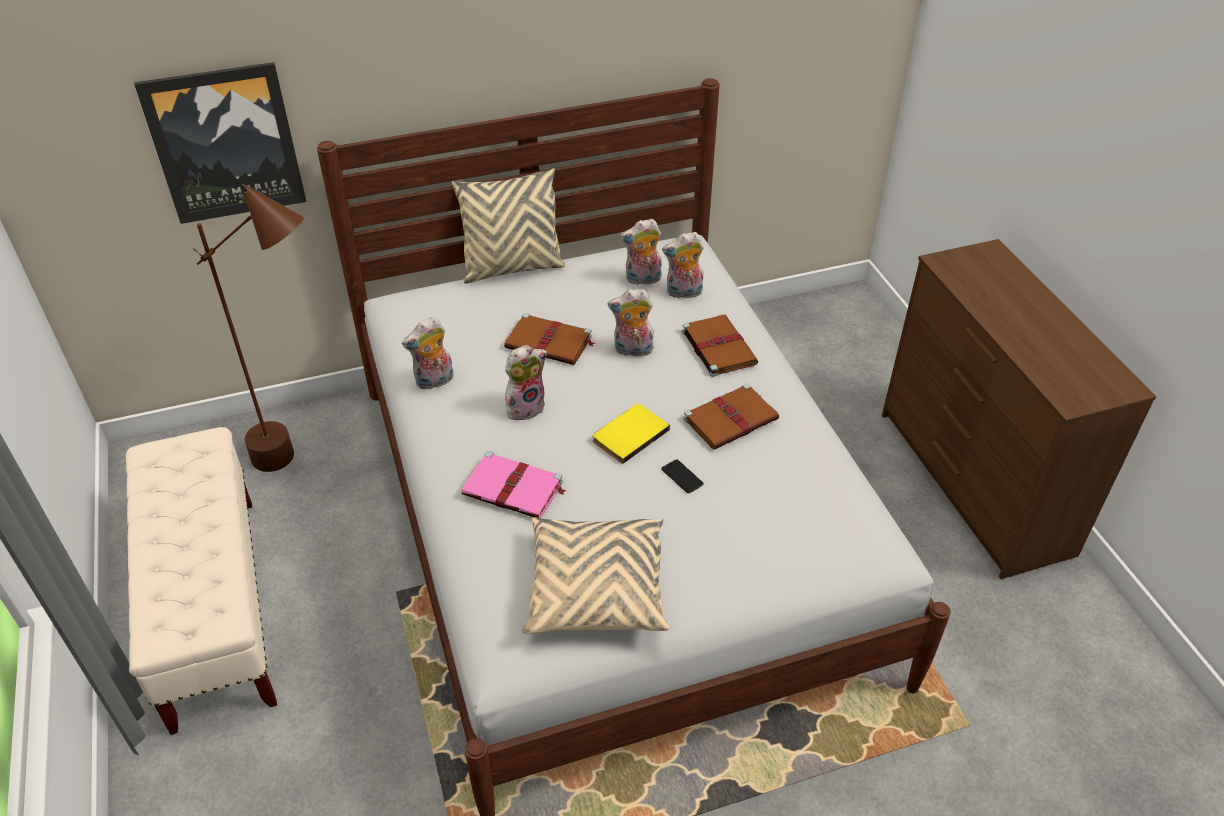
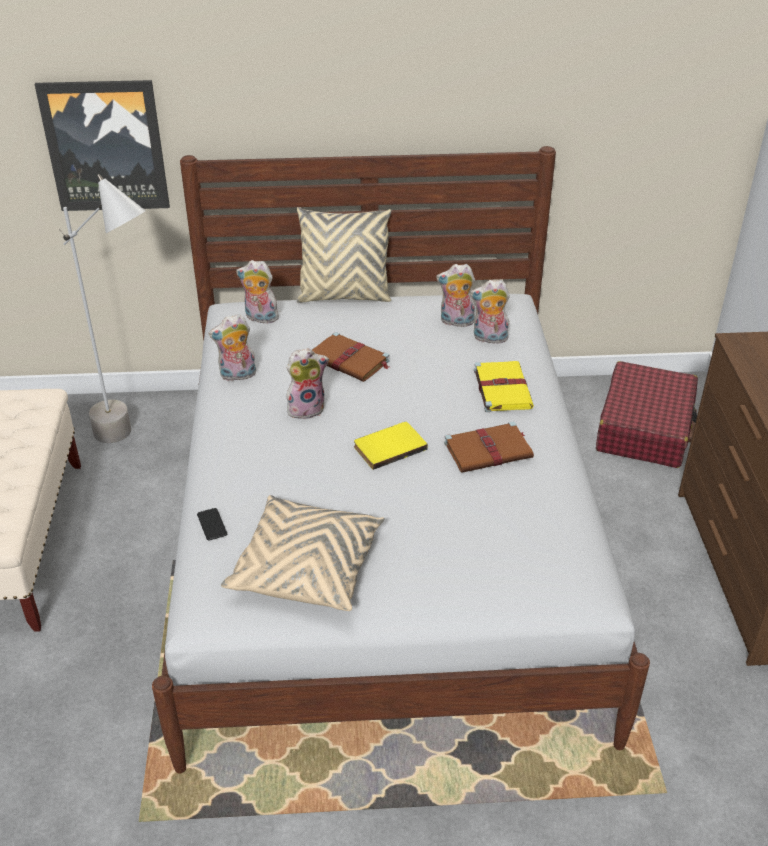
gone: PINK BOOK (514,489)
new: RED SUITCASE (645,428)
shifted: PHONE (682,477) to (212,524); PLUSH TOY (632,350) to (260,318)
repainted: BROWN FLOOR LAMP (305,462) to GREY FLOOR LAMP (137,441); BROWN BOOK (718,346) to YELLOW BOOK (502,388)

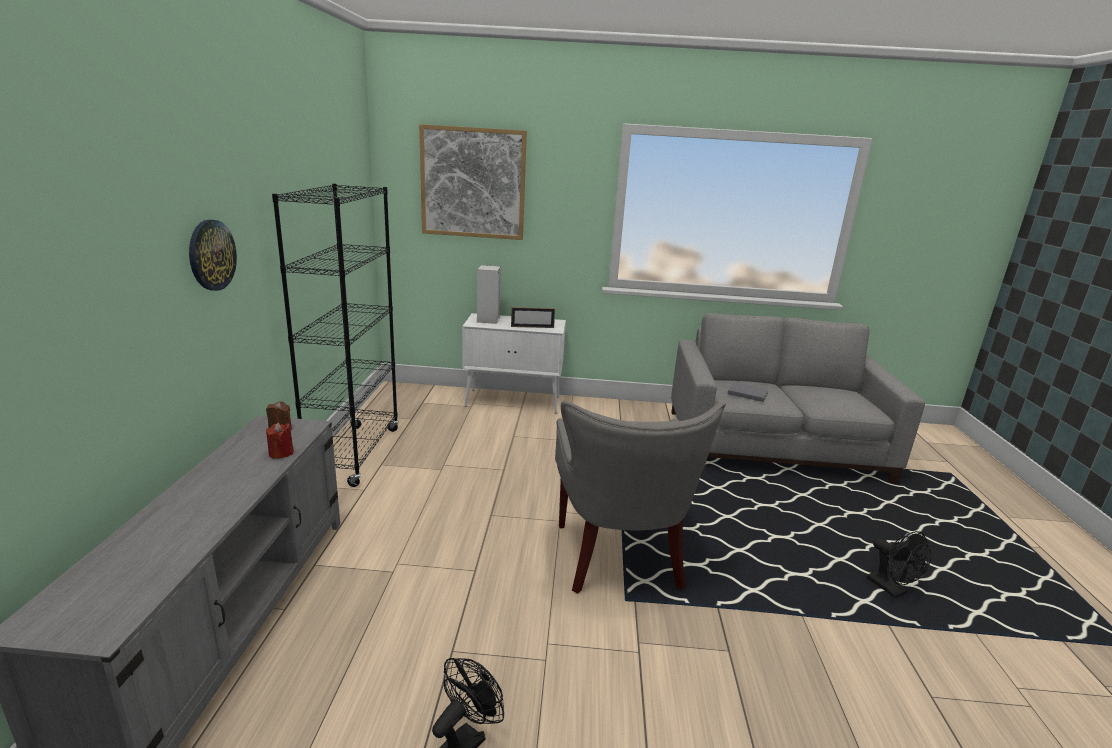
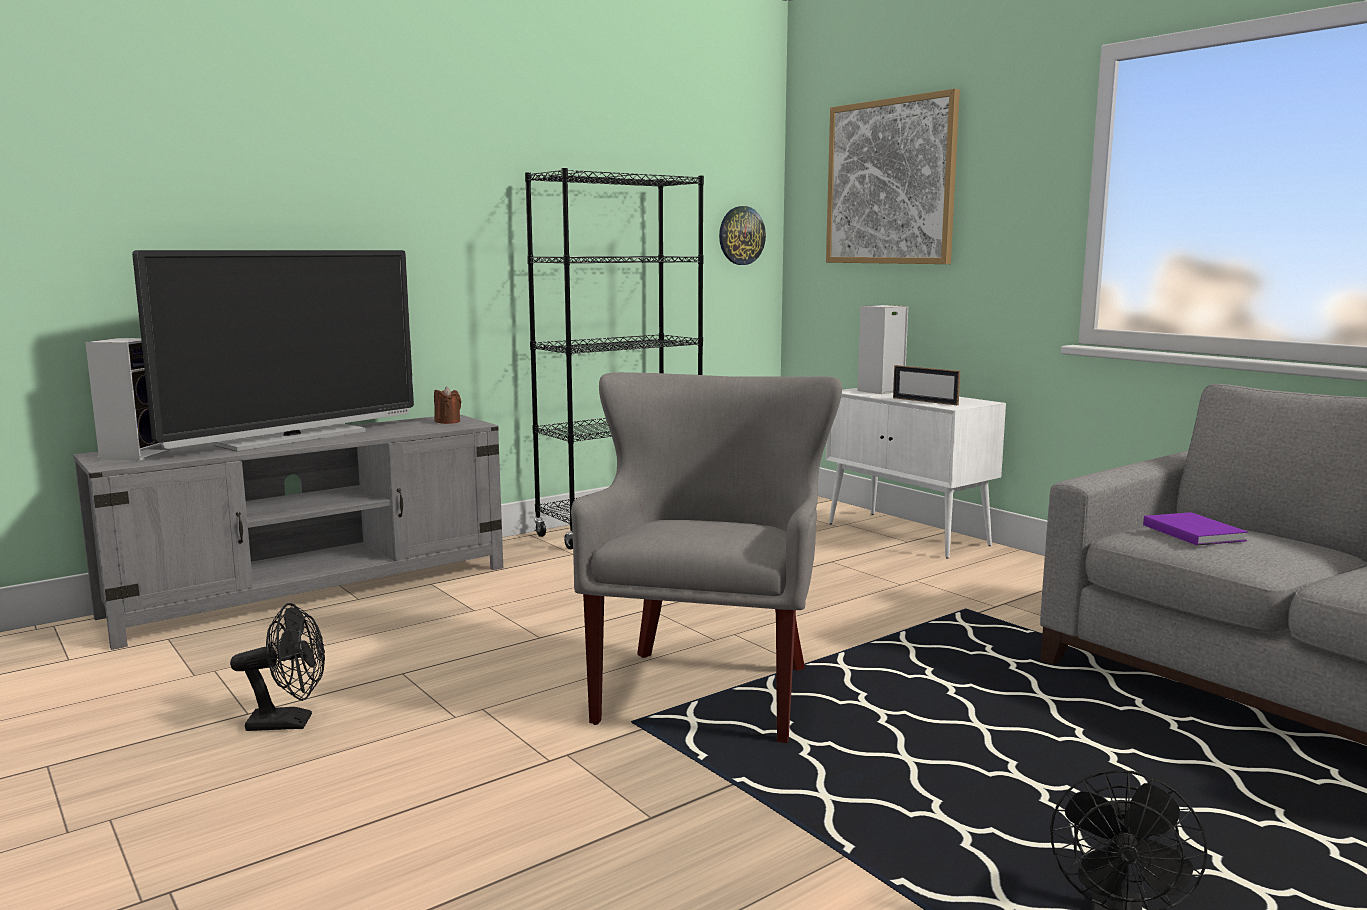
gone: RED CANDLE (281,453)
new: SPEAKER (135,454); TELEVISION (293,438)
shifted: WALL CLOCK (211,255) to (741,235)
repainted: GREY BOOK (746,393) to PURPLE BOOK (1192,532)
rotated: GREY ARMCHAIR (618,558) = (708,692) 150 degrees clockwise

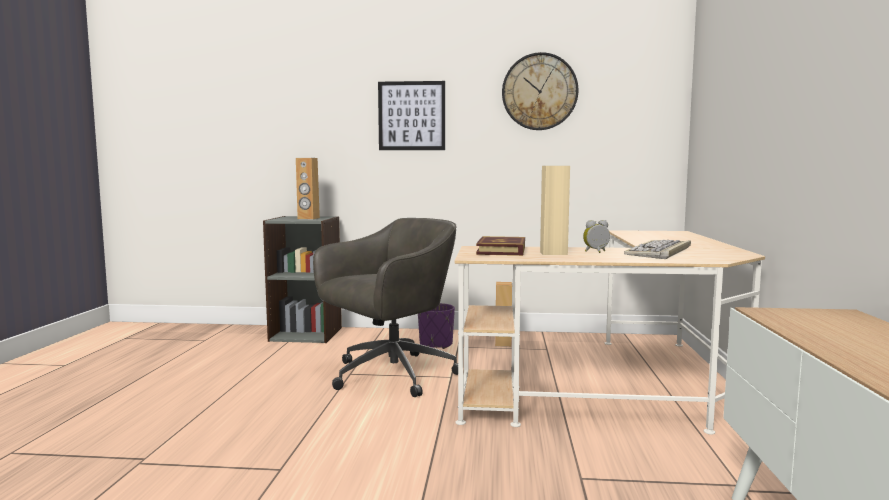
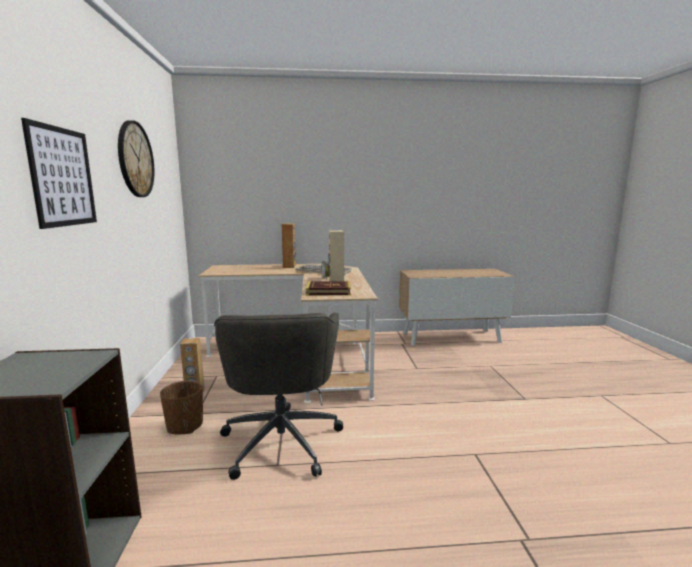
shifted: BROWN SPEAKER (308,218) to (289,266)
repainted: PURPLE PLANTER (436,344) to BROWN PLANTER (185,426)
rotated: GREY OFFICE CHAIR (390,375) = (282,439) 135 degrees counterclockwise

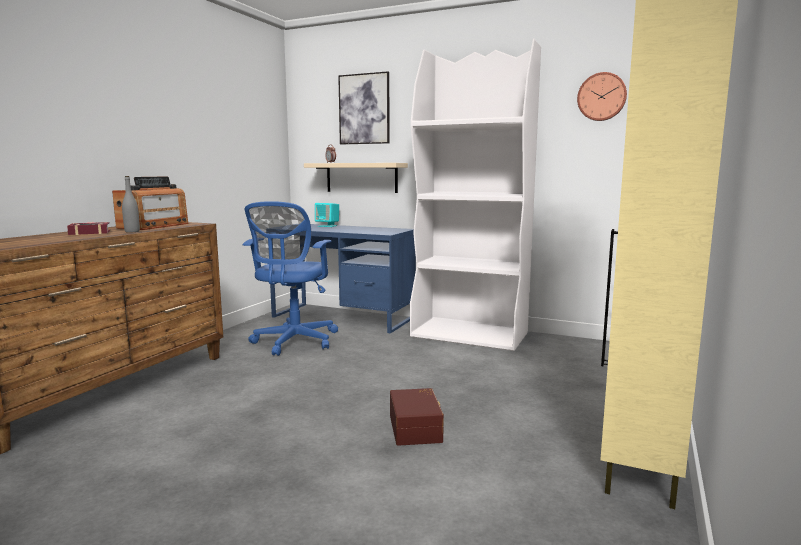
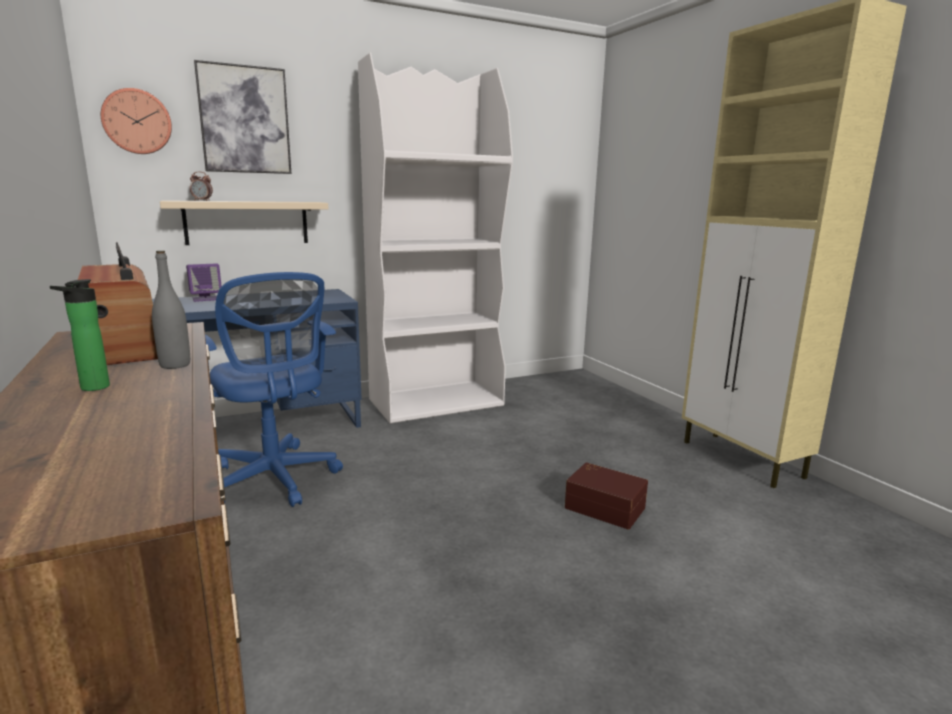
shifted: WALL CLOCK (601,97) to (137,122)
swapped: BOOK (88,232) to BOTTLE (91,388)
repainted: TURQUOISE SPEAKER (327,226) to PURPLE SPEAKER (206,299)

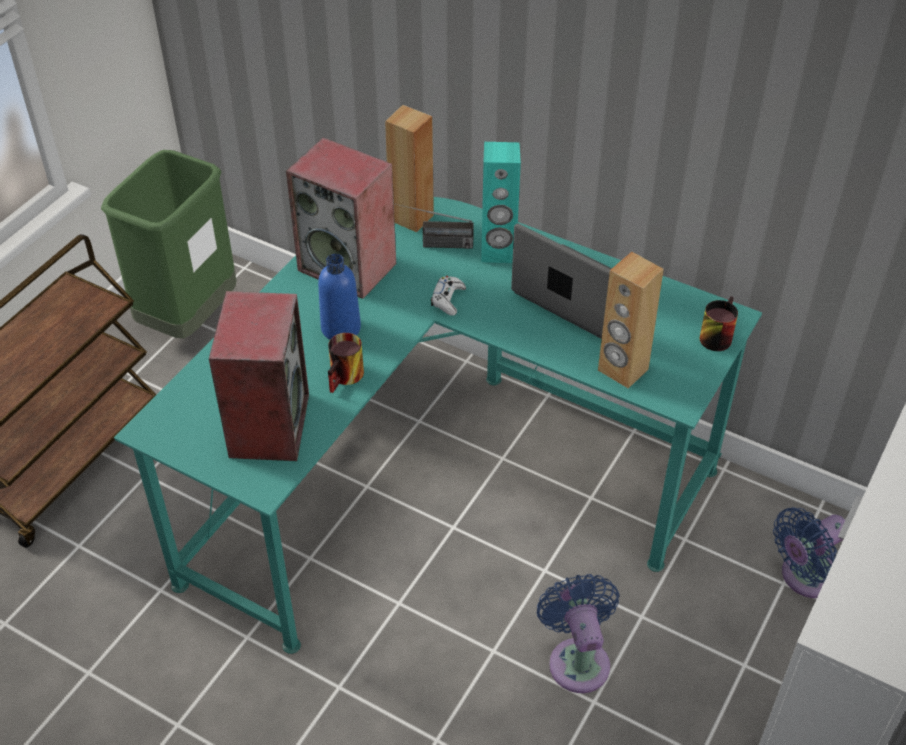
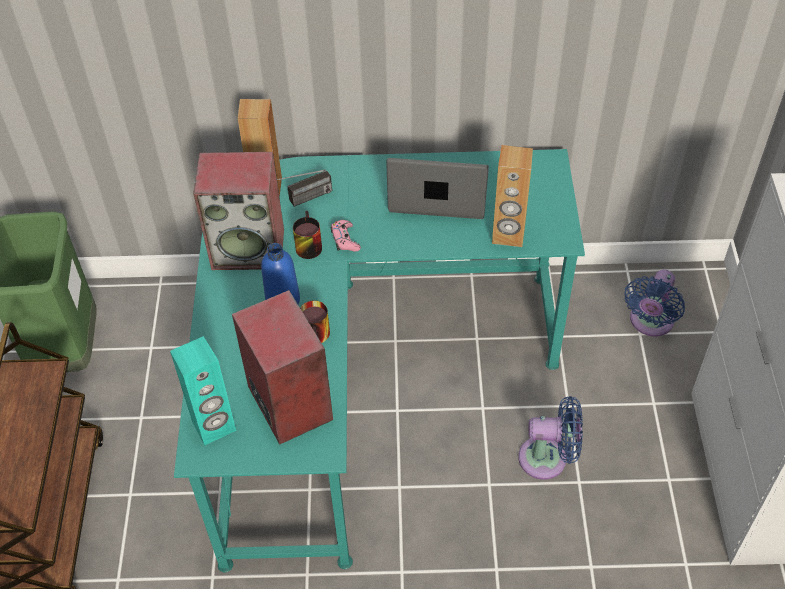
shifted: TURQUOISE SPEAKER (498,252) to (214,426); MUG (714,335) to (306,245)
repainted: WHITE GAME CONTROLLER (448,299) to PINK GAME CONTROLLER (345,239)
rotated: BLUE FAN (577,659) = (548,458) 135 degrees clockwise

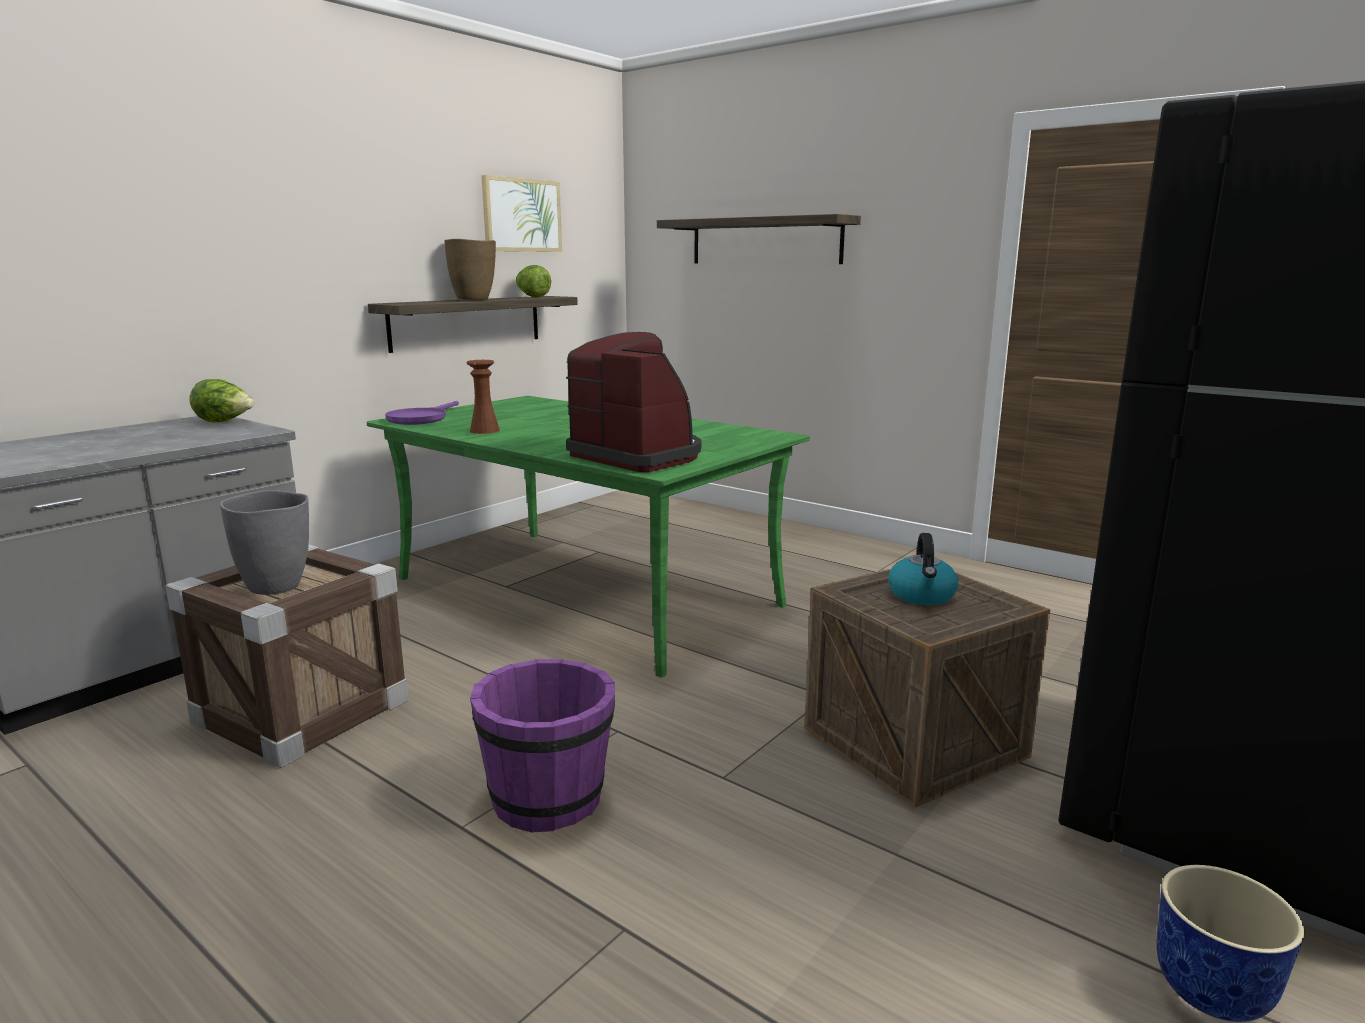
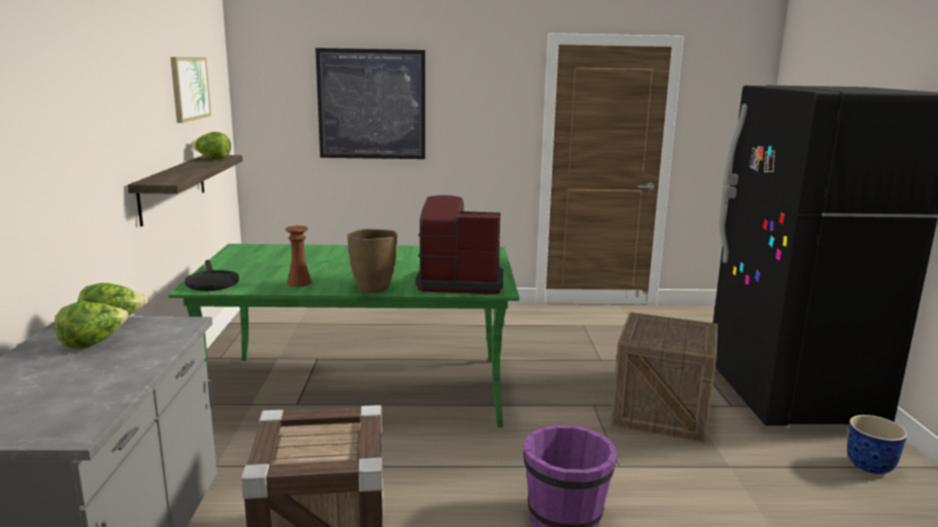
gone: GREY VASE (276,586); KETTLE (922,596)
new: LETTUCE (93,343)
shifted: BROWN VASE (473,300) to (373,288)
swapped: SHELF (765,241) to PICTURE (371,104)
repainted: PURPLE FRYING PAN (421,418) to BLACK FRYING PAN (211,282)

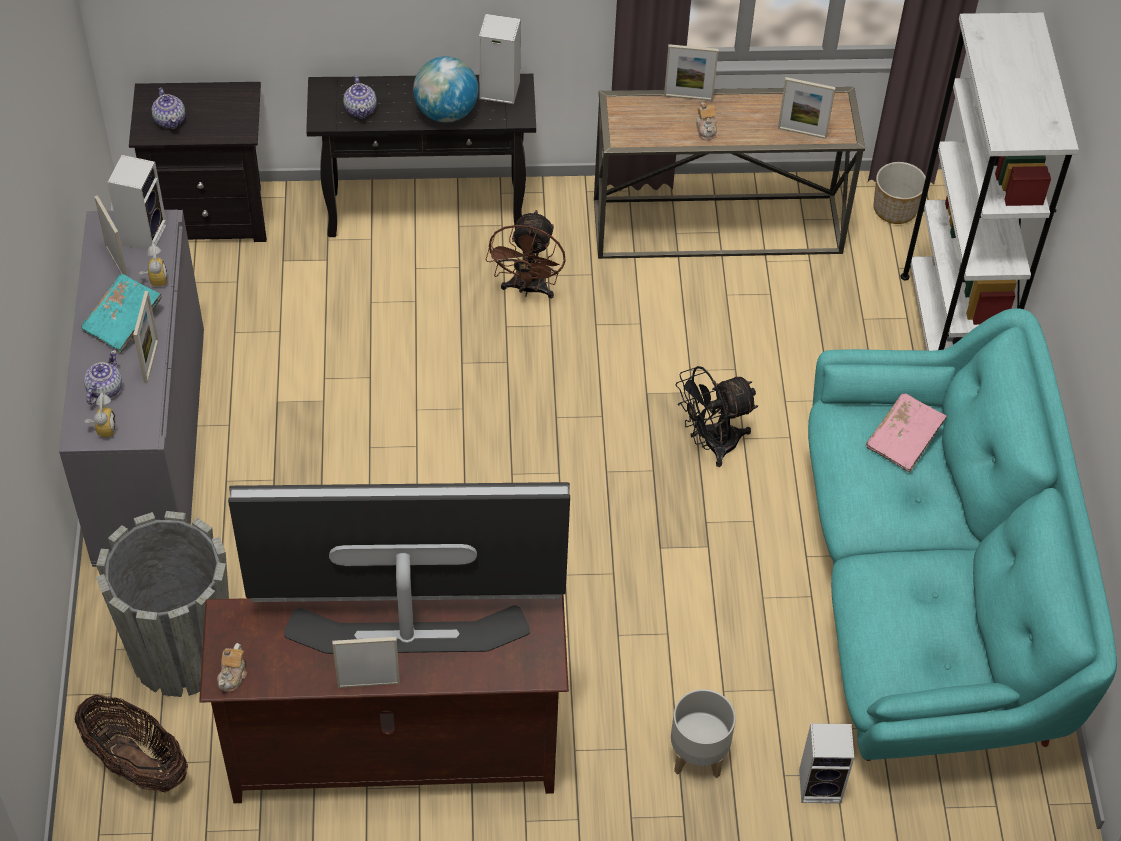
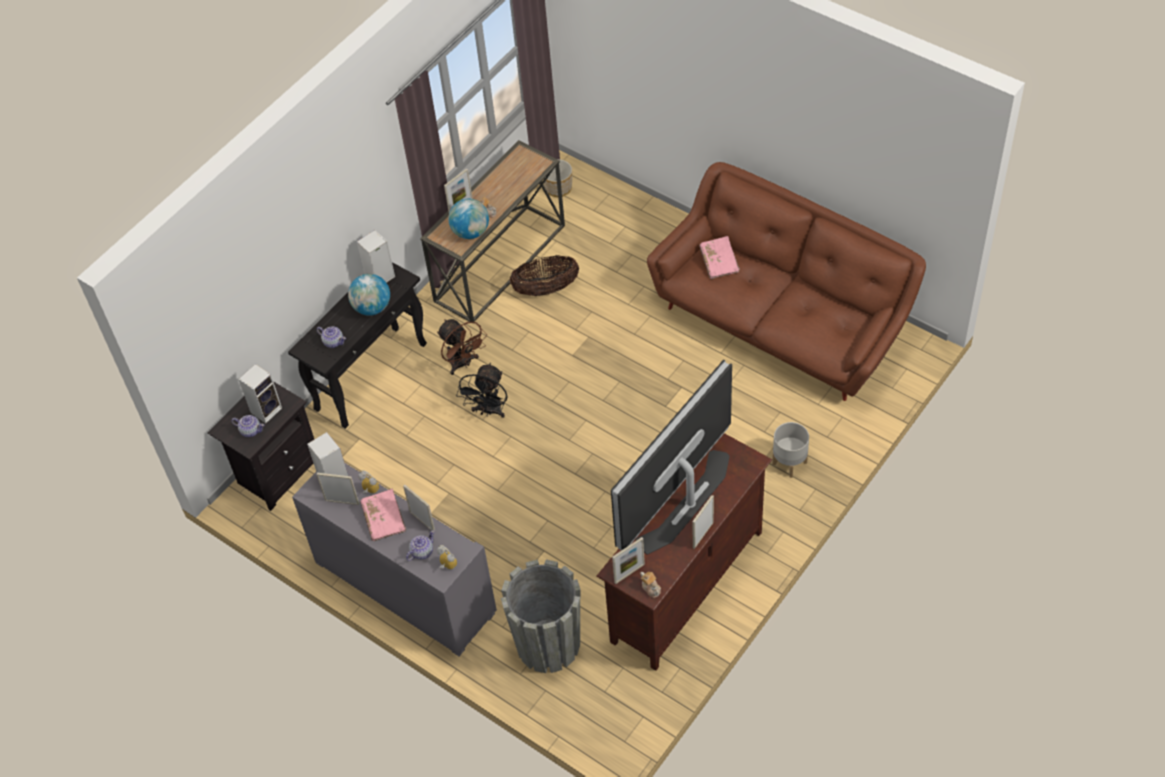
gone: WHITE BOOKCASE (948,336)
new: GLOBE (471,232)
shifted: SPEAKER (822,785) to (266,409); BLACK FAN (711,444) to (488,411); BASKET (136,763) to (546,289); PICTURE FRAME (802,132) to (629,573)
repainted: TURQUOISE BOOK (123,321) to PINK BOOK (384,519); TURQUOISE SOFA (927,597) to BROWN SOFA (782,322)
rotated: TEAPOT (104,389) = (421,552) 75 degrees clockwise

